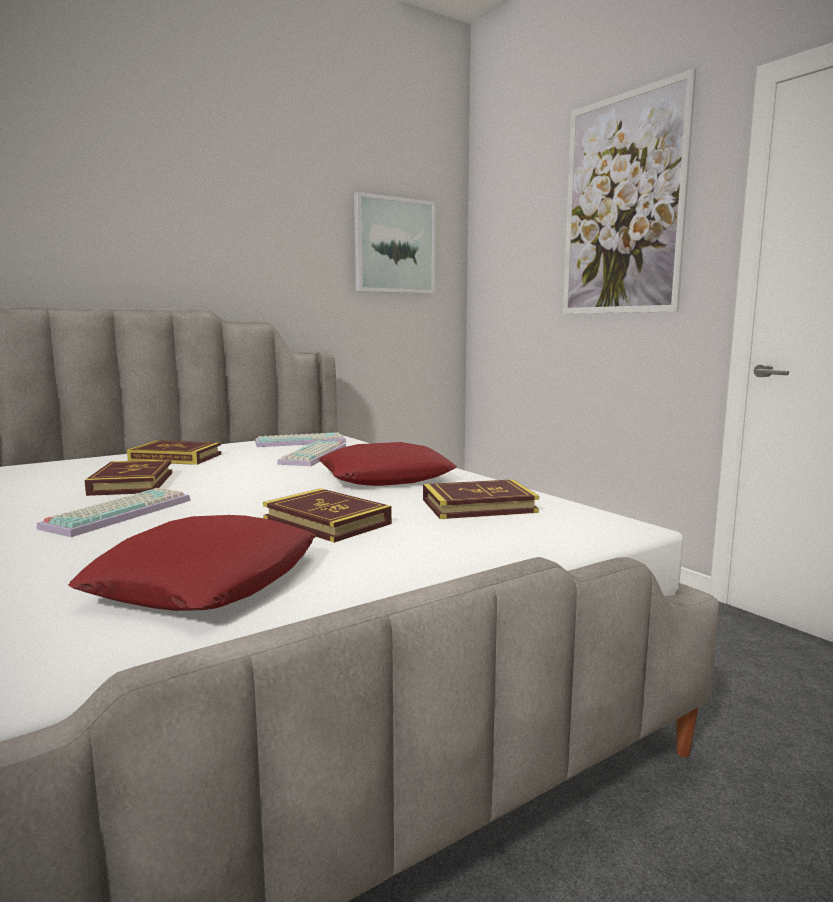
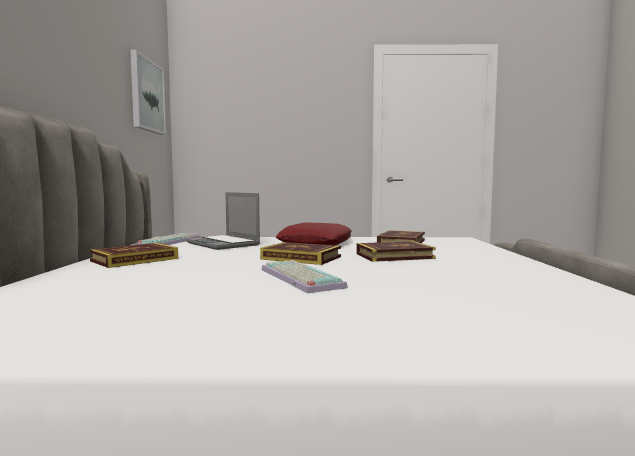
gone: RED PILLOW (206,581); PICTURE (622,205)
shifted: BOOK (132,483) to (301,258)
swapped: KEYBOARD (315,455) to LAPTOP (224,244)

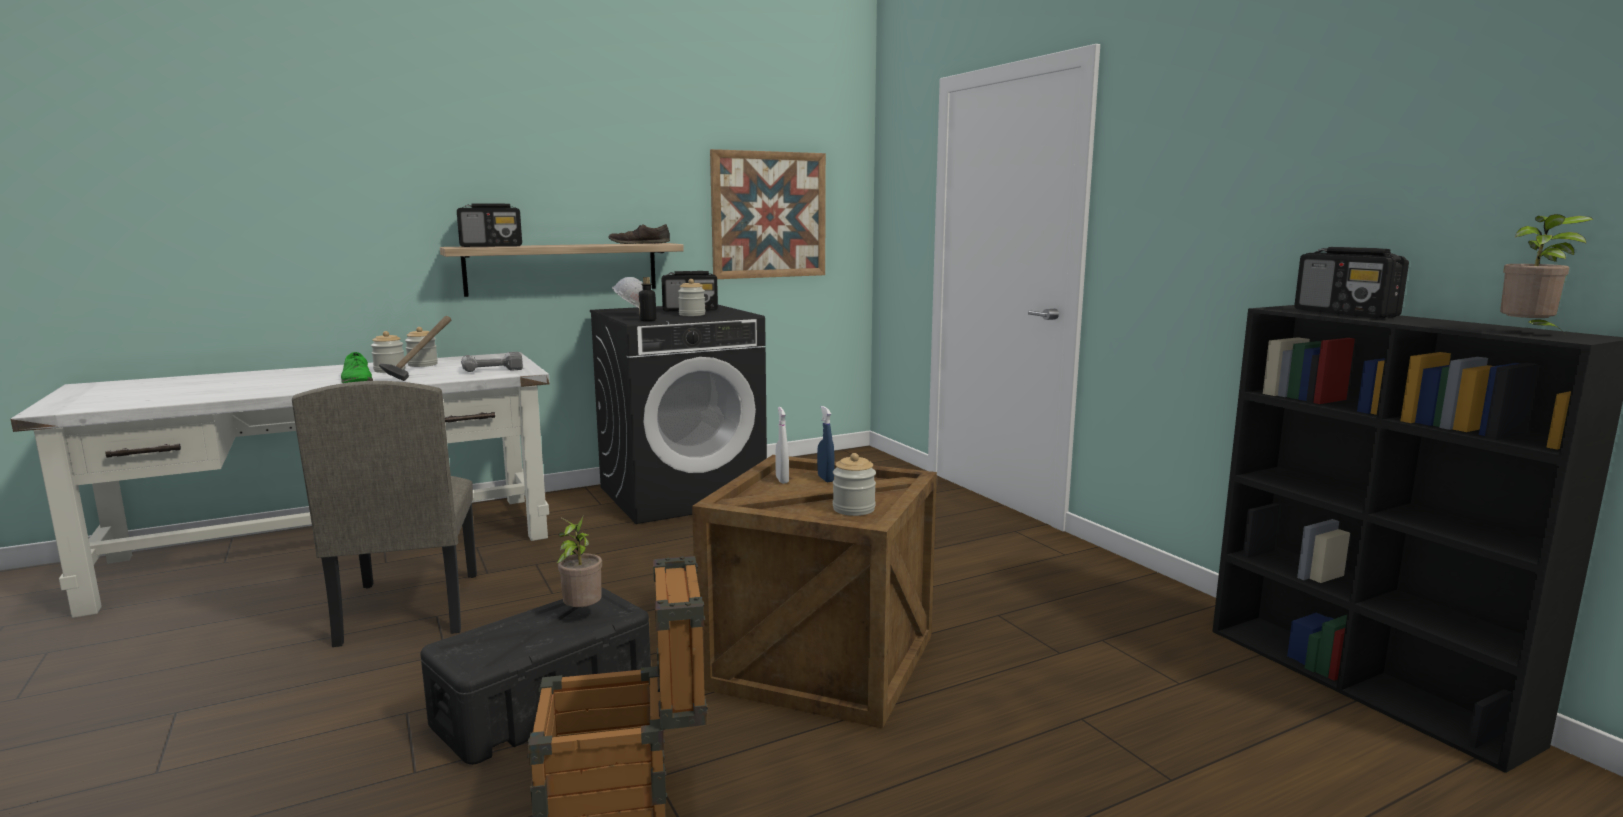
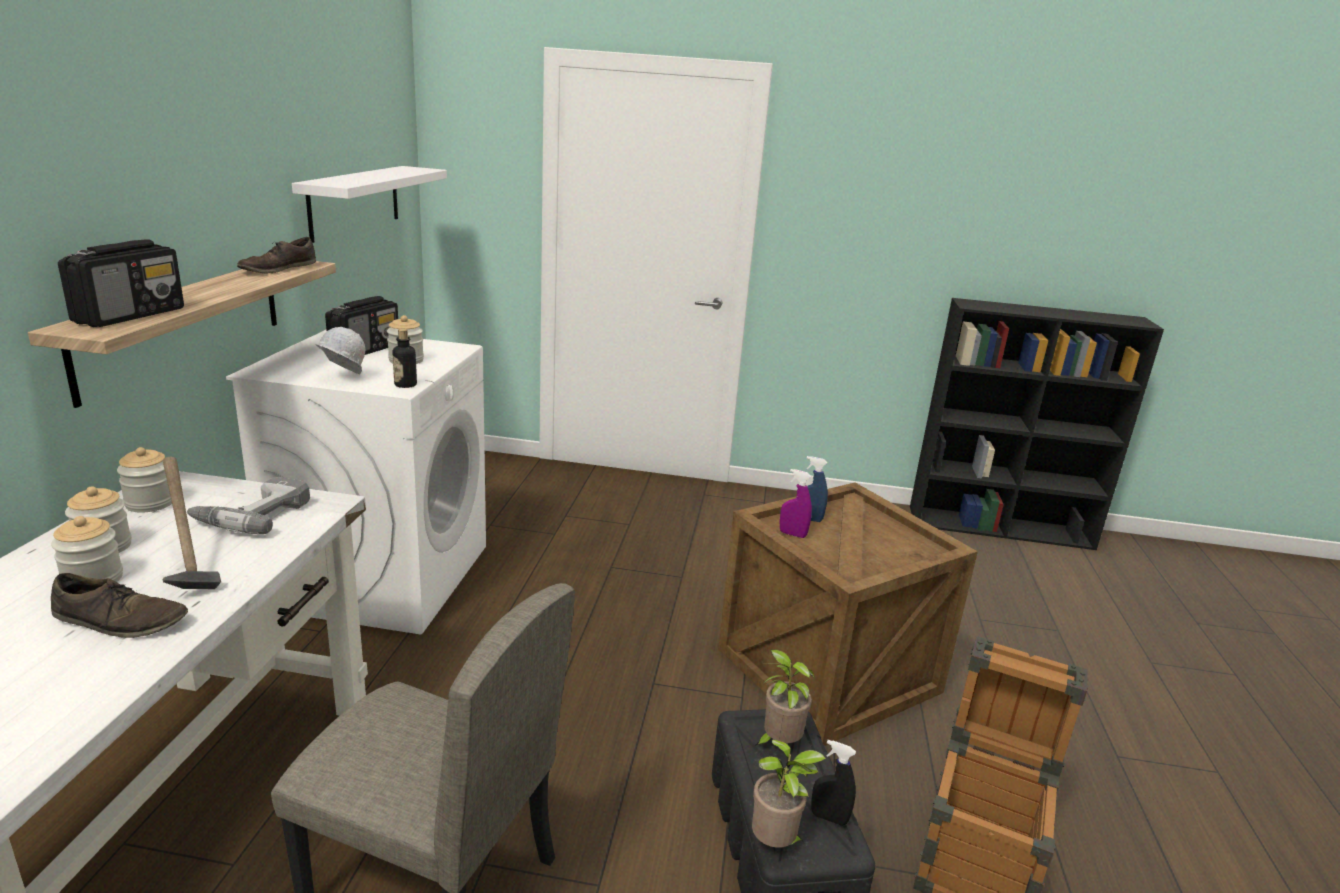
gone: RADIO (1346,313)
new: BLACK SPRAY BOTTLE (829,818)
shifted: JAR (853,509) to (150,503); POTTED PLANT (1528,333) to (775,844)
swapped: PICTURE (769,215) to WHITE SHELF (355,201)
repainted: GREEN SHOE (357,380) to BROWN SHOE (121,620); BLACK WASHING MACHINE (682,494) to WHITE WASHING MACHINE (383,575); WHITE SPRAY BOTTLE (782,480) to PURPLE SPRAY BOTTLE (792,534)

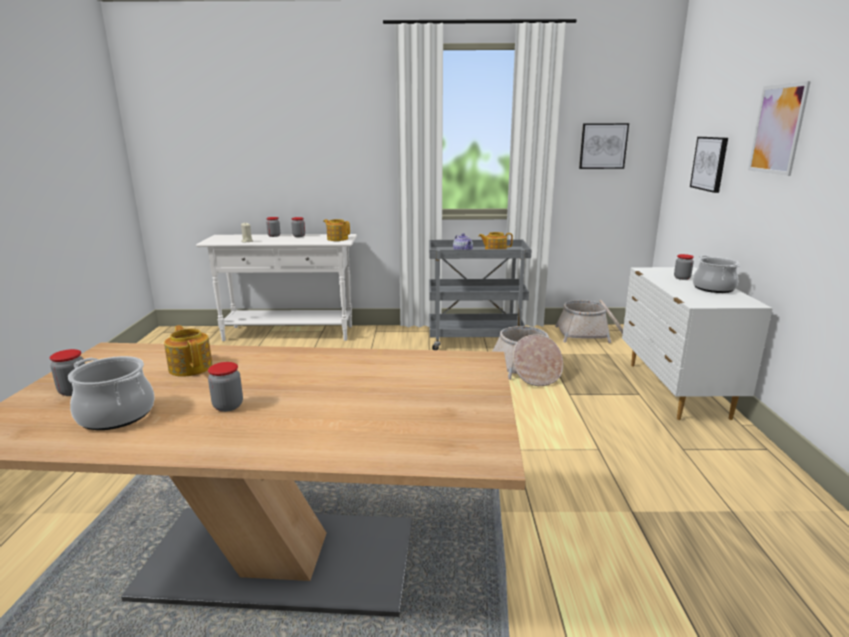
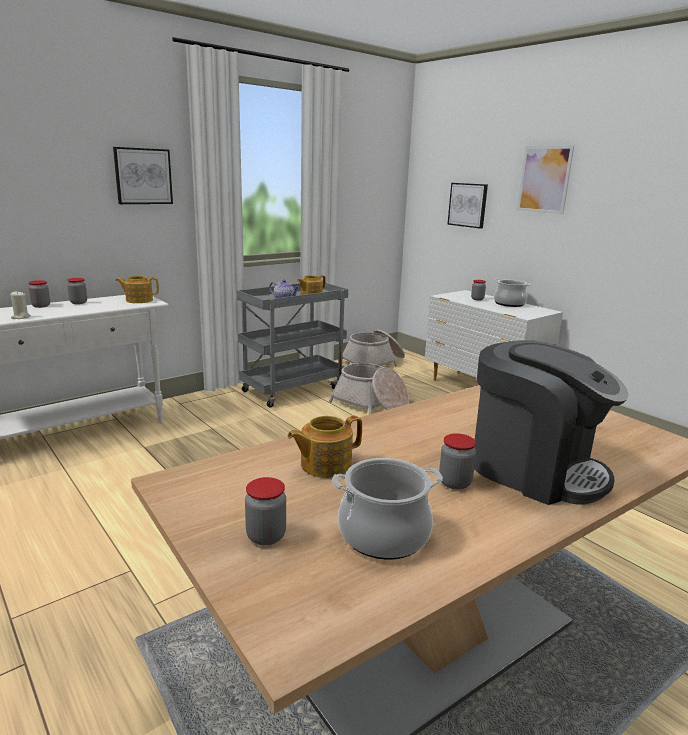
new: COFFEE MACHINE (534,469)
shifted: PICTURE (603,146) to (143,176)
rotated: TEAPOT (191,367) = (324,465) 45 degrees counterclockwise

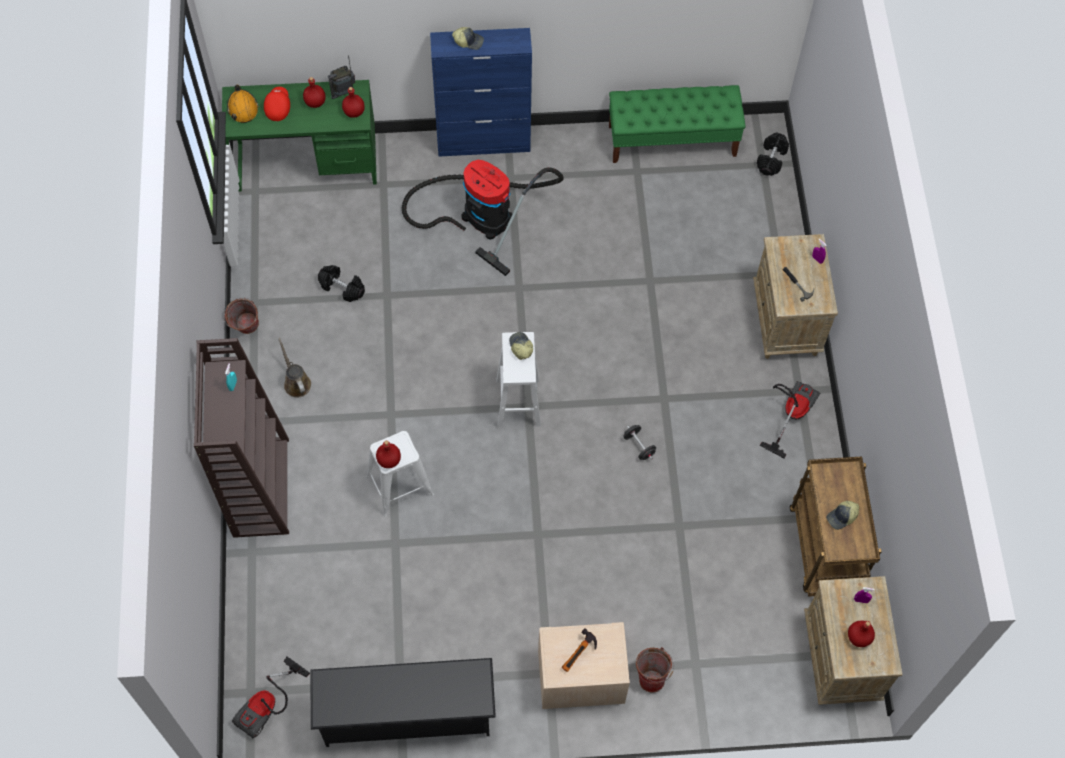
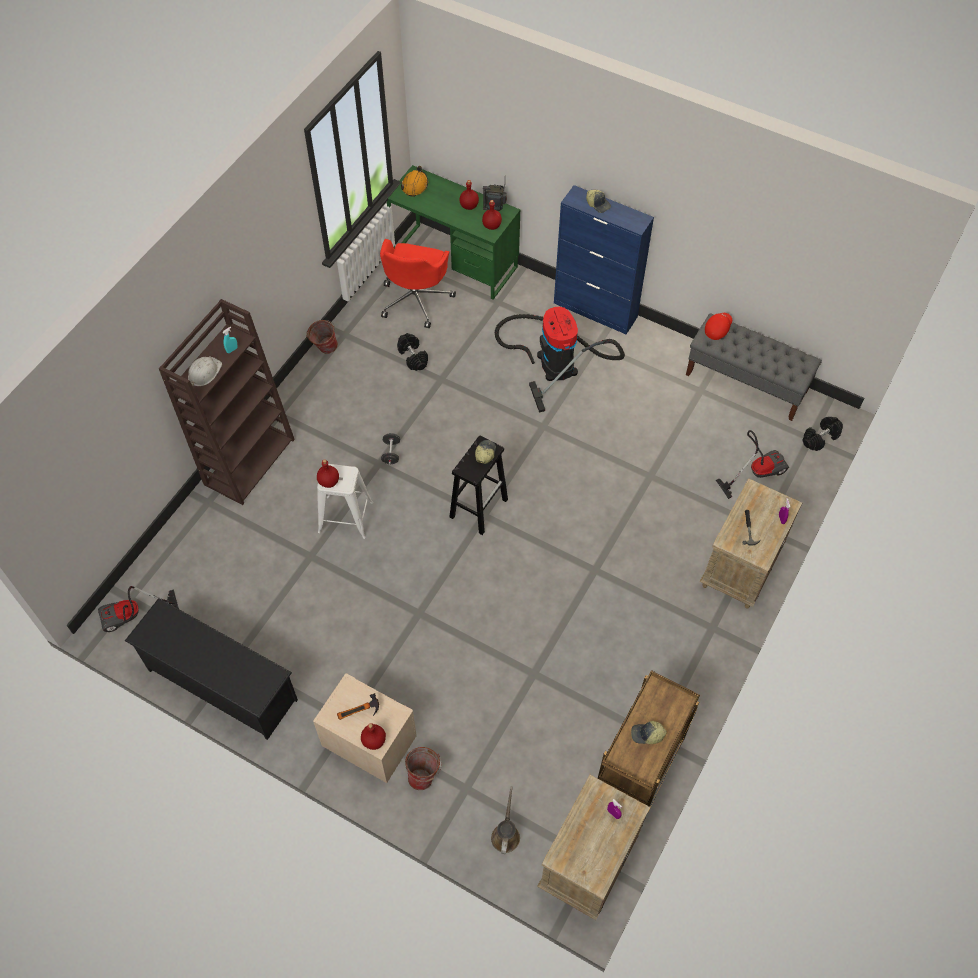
new: WHITE HARD HAT (204,372); RED OFFICE CHAIR (416,299)
shifted: RED BOTTLE (858,638) to (373,741); BLACK DUMBBELL (639,446) to (391,453); BROWN WATERING CAN (296,382) to (505,834); RED CAP (277,107) to (717,329); VACUUM CLEANER (790,414) to (756,472)
repainted: WHITE STOOL (518,401) to BLACK STOOL (479,507); GREEN BENCH (672,140) to GREY BENCH (746,383)

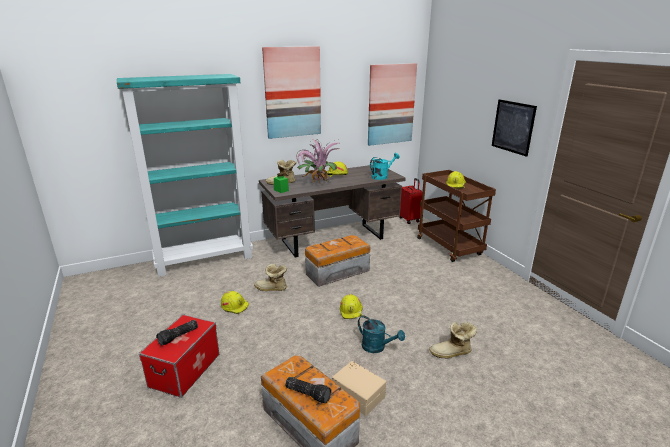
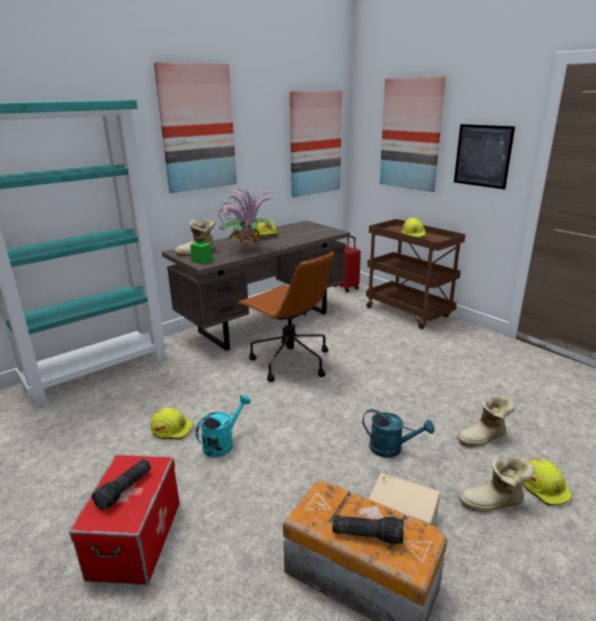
new: PICTURE (411,134)
shifted: TURQUOISE WATERING CAN (382,176) to (222,443); BOOT (271,289) to (493,503); YELLOW HARD HAT (351,311) to (545,488)
swapped: STORAGE BOX (336,272) to BROWN OFFICE CHAIR (289,361)

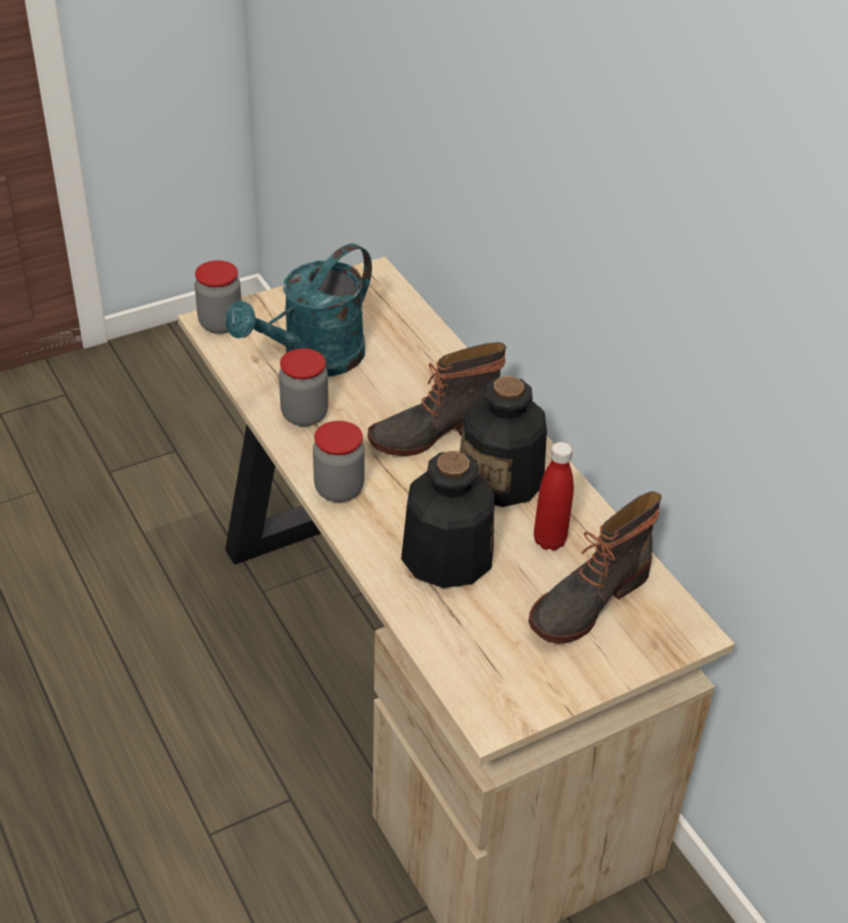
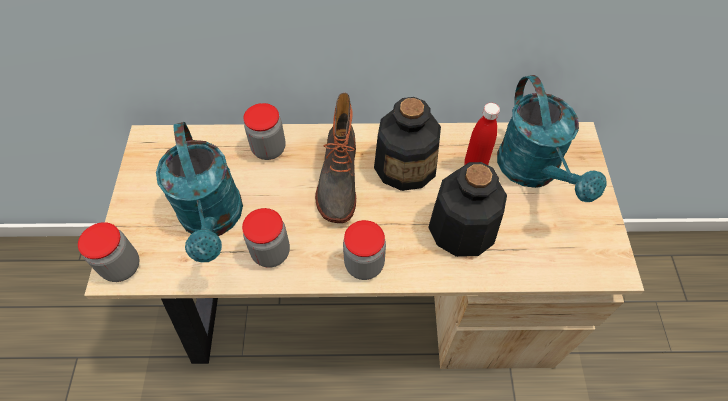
new: JAR (269,149)
swapped: BOOT (587,600) to TURQUOISE WATERING CAN (533,172)

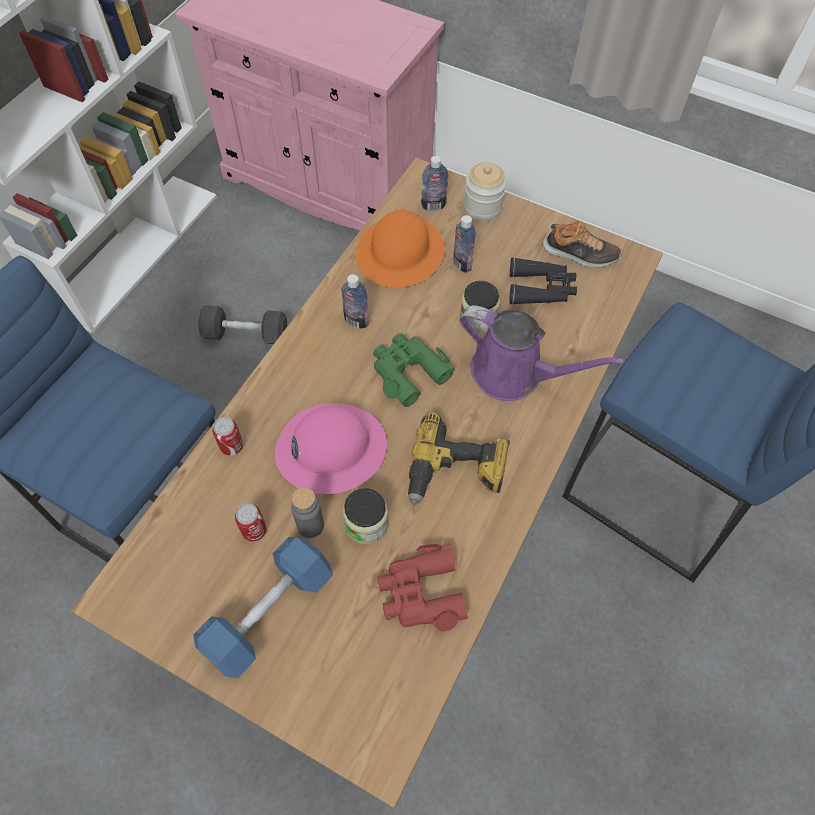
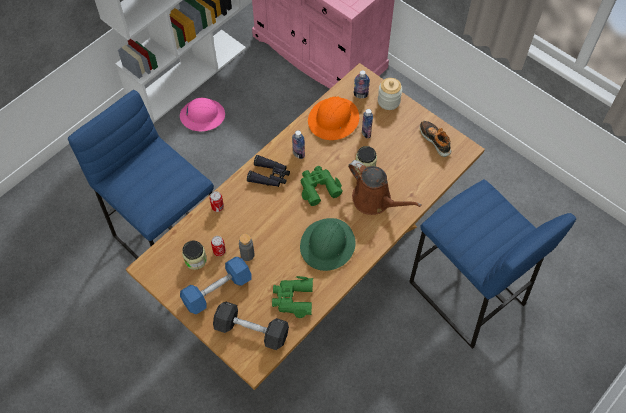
shifted: PINK HARD HAT (331,449) to (202,115); JAR (366,524) to (195,260); GREY DUMBBELL (246,334) to (251,330); BLACK BINOCULARS (541,289) to (270,176)
swapped: POWER DRILL (455,472) to GREEN HARD HAT (328,245)
repainted: RED BINOCULARS (421,593) to GREEN BINOCULARS (293,299); PURPLE WATERING CAN (513,374) to BROWN WATERING CAN (375,200)
rotated: SHOE (580,254) = (435,140) 150 degrees counterclockwise

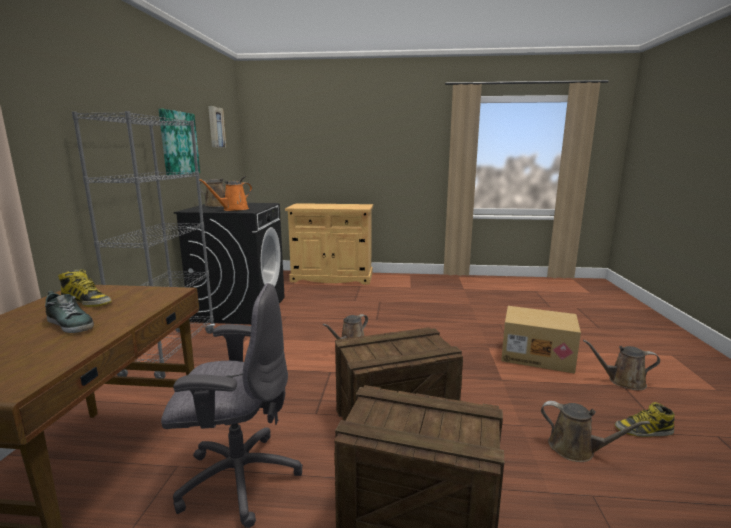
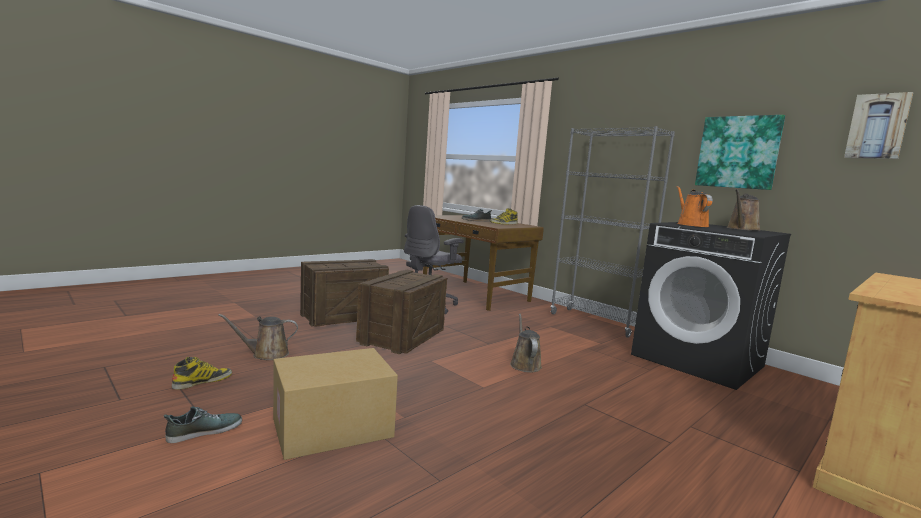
swapped: BROWN WATERING CAN (623,381) to SHOE (204,431)

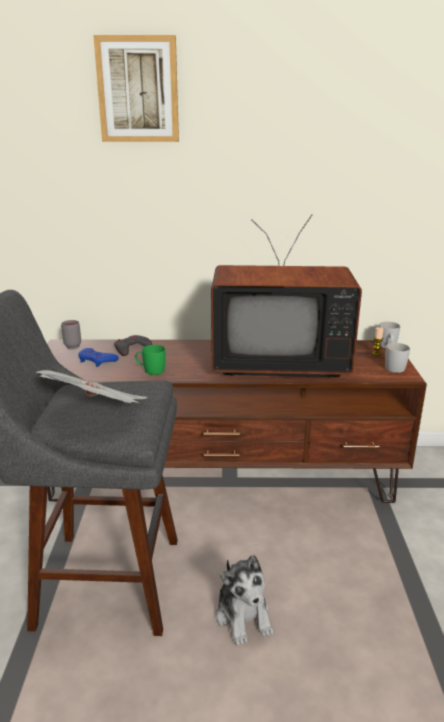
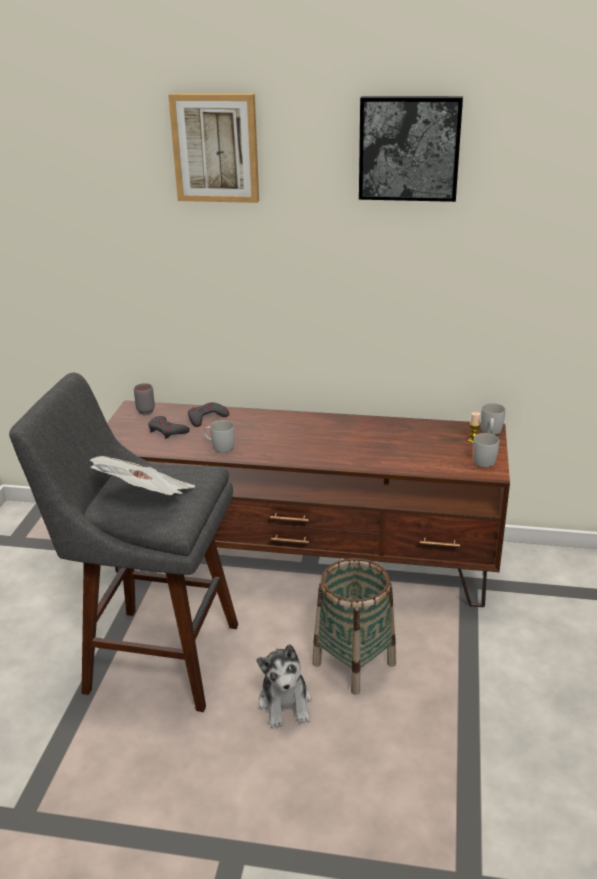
gone: TELEVISION (277,362)
new: BASKET (353,663); PICTURE (409,148)
repainted: BLUE GAME CONTROLLER (97,360) to GREY GAME CONTROLLER (167,431); GREEN MUG (150,370) to WHITE MUG (219,447)

